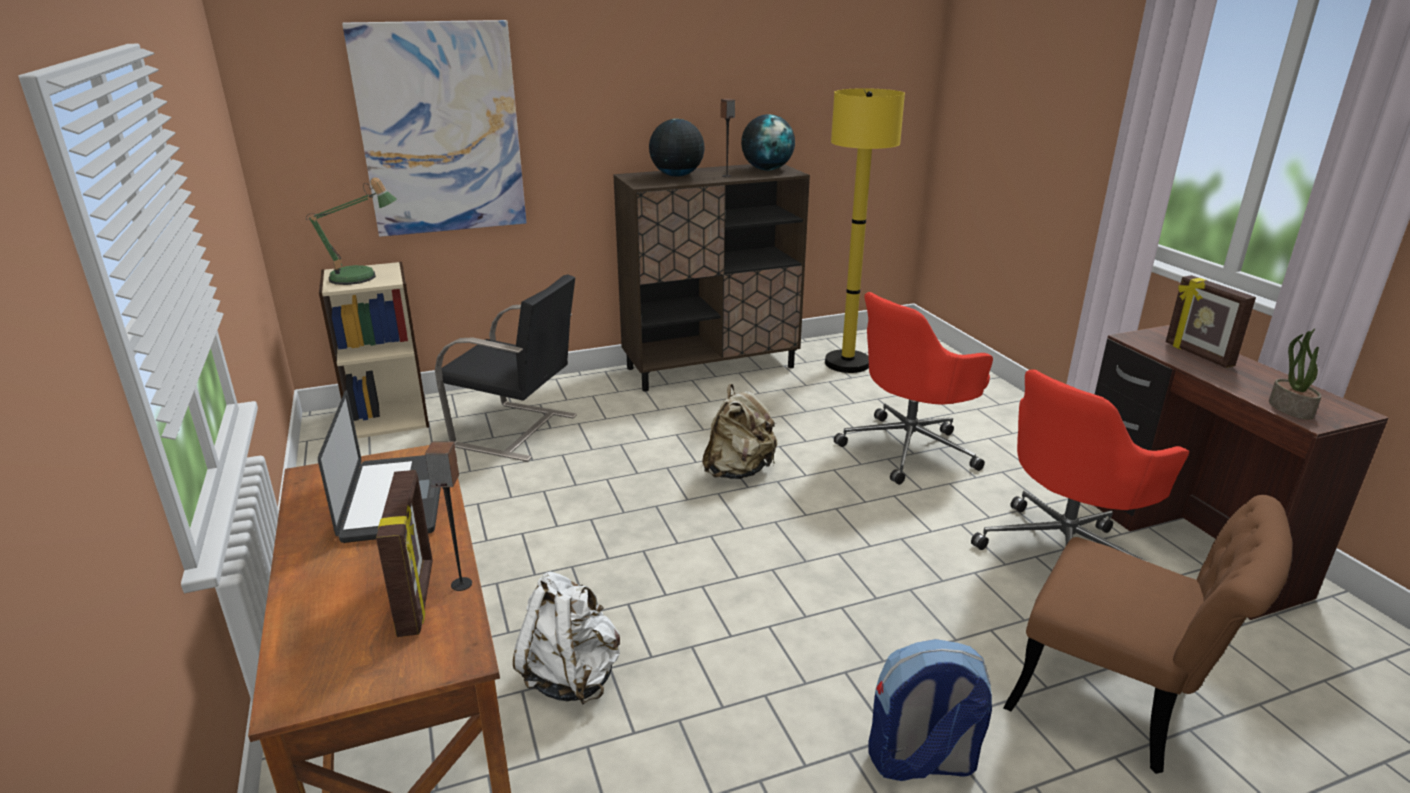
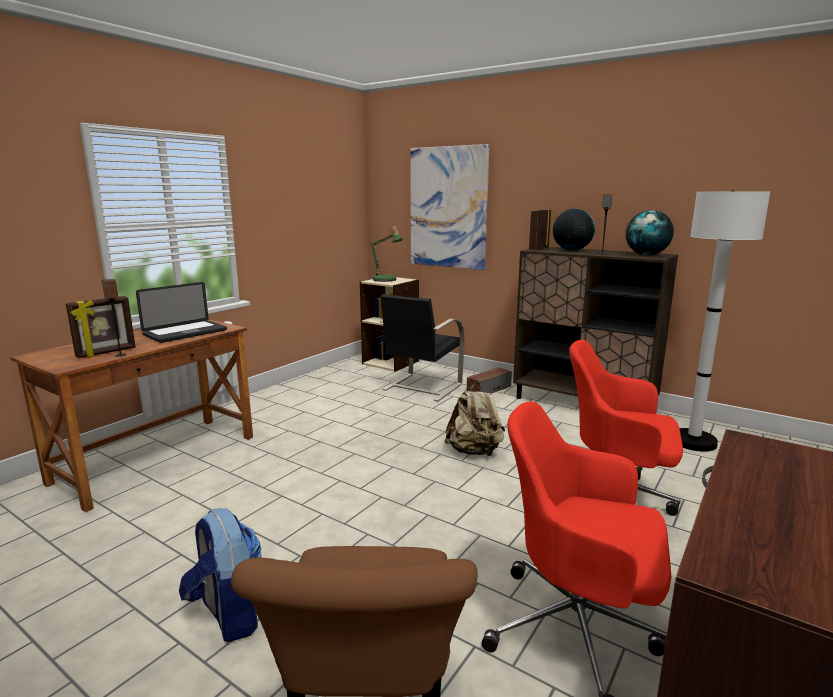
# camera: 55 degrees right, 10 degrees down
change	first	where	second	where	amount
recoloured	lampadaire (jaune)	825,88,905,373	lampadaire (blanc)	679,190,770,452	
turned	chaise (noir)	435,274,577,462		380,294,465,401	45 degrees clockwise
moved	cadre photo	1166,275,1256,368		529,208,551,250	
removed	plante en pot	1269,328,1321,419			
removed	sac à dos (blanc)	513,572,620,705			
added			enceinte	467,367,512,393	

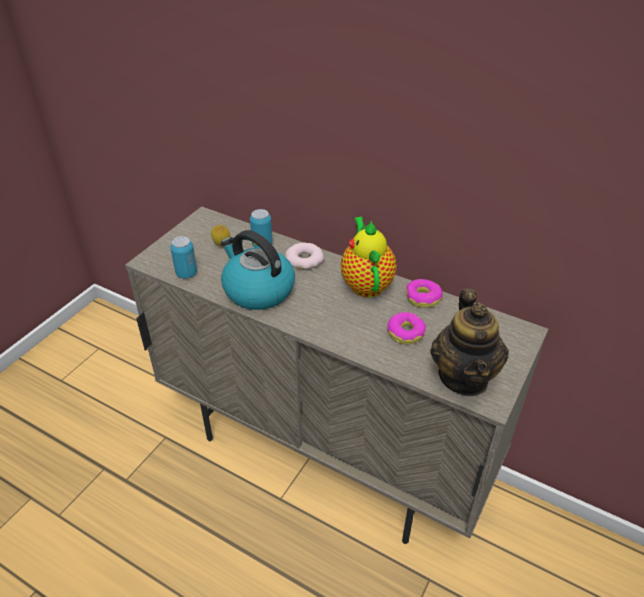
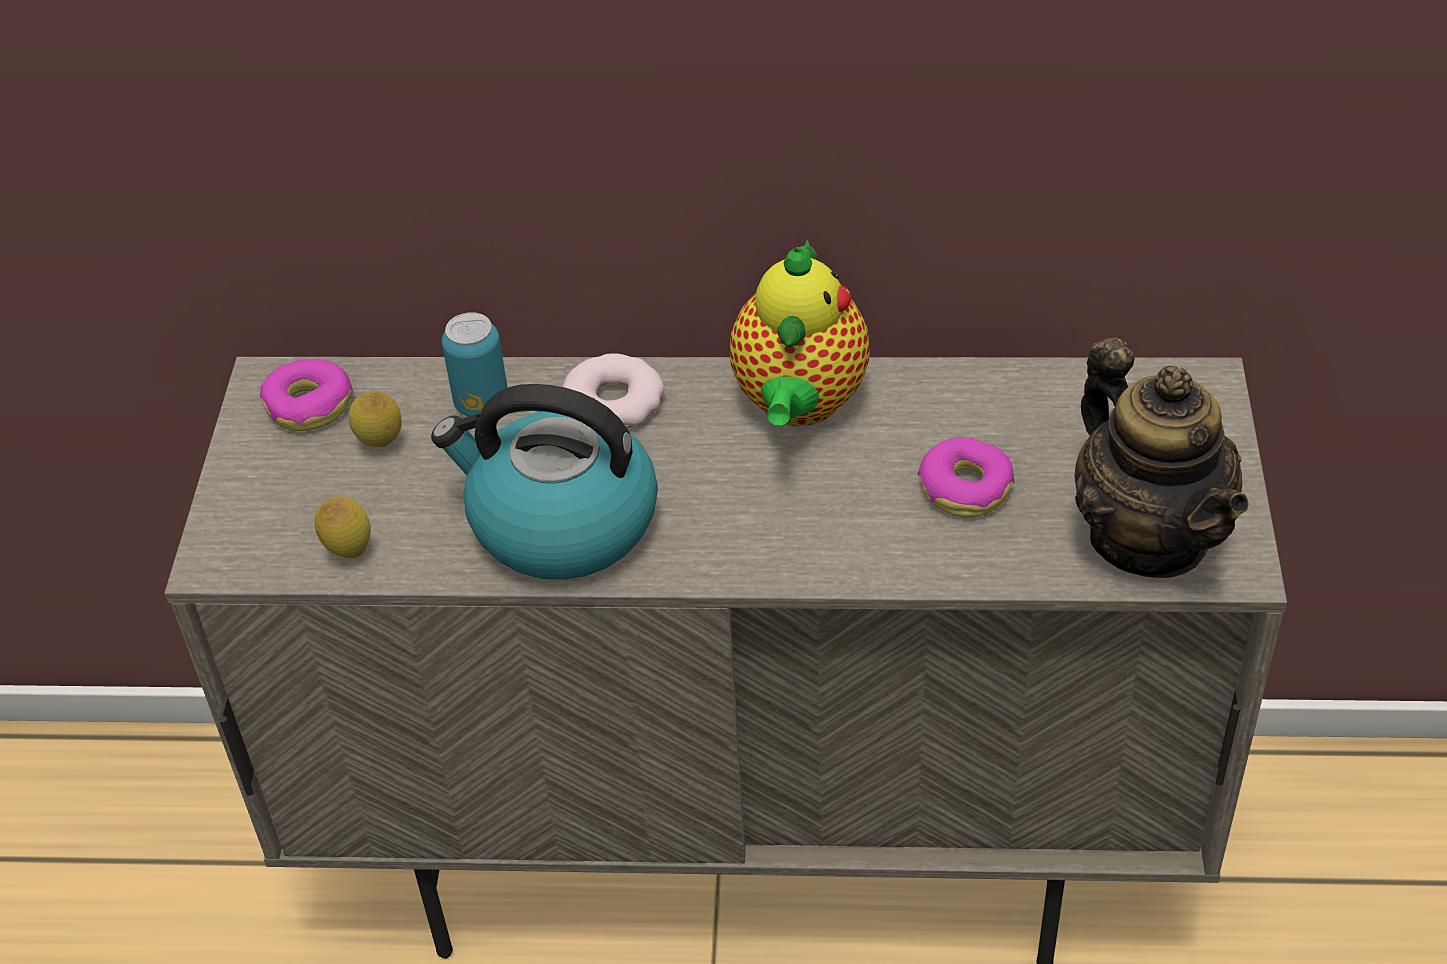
# camera: 25 degrees left, 5 degrees up
change	first	where	second	where	amount
turned	théière	341,217,397,297		730,240,870,426	135 degrees counterclockwise
replaced	boîte métallique	170,236,197,279	citron	315,496,371,558	
moved	beignet	406,279,443,308		260,359,353,431	

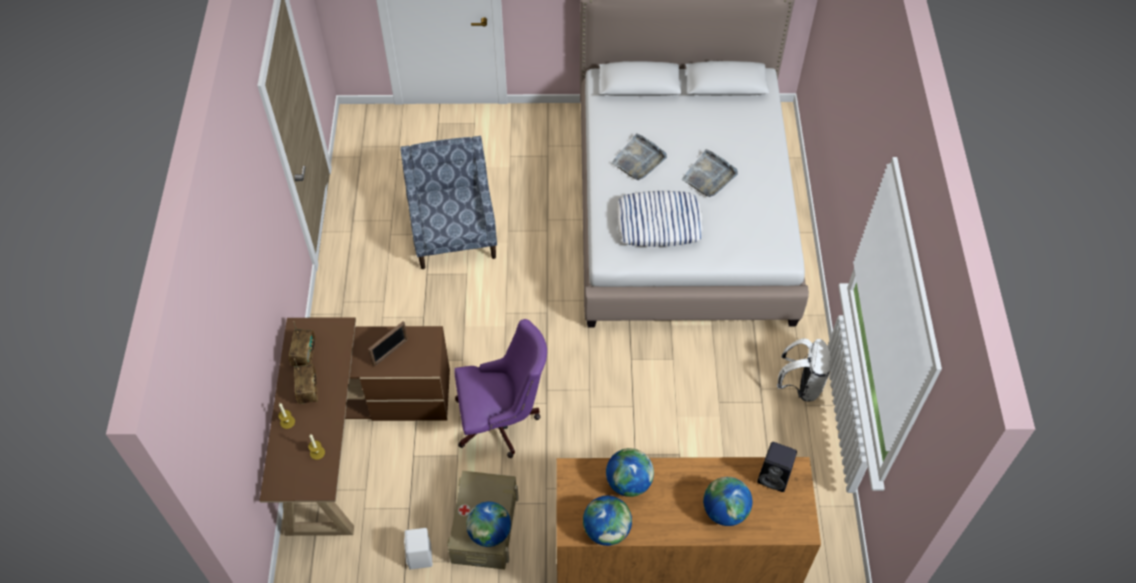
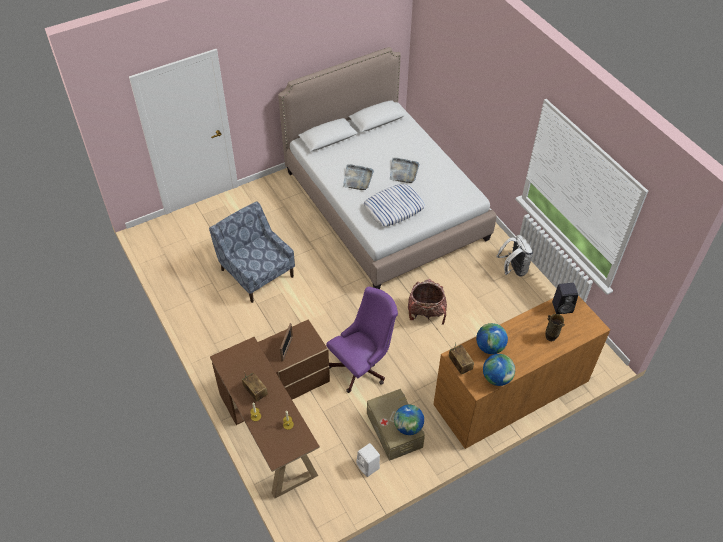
# camera: 30 degrees left, 5 degrees down
change	first	where	second	where	amount
moved	radio	289,321,316,366		449,342,474,375	
replaced	globe	703,477,752,526	vase	545,314,565,341	
added			sac à dos	408,279,447,325	

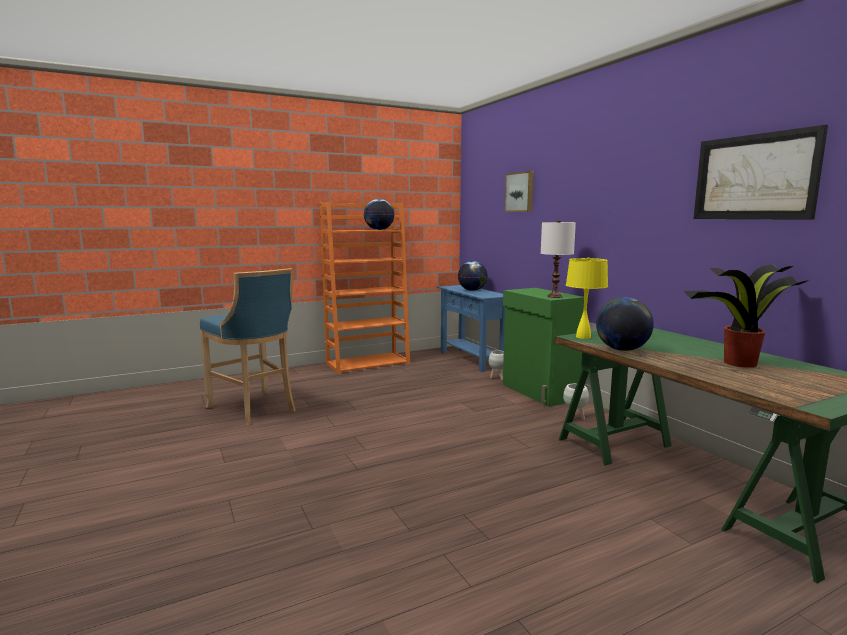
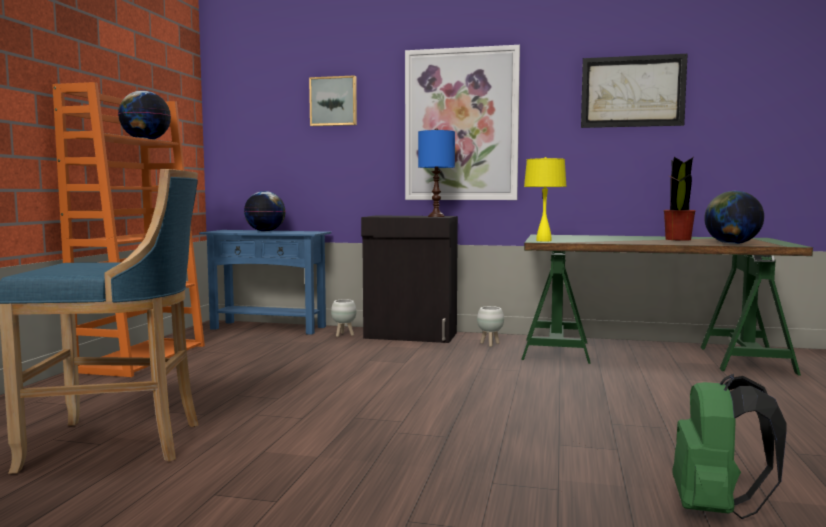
# camera: 50 degrees left, 5 degrees down
change	first	where	second	where	amount
recoloured	lampe de table (blanc)	541,219,576,298	lampe de table (bleu)	418,128,455,217	
recoloured	meuble de rangement (vert)	503,288,584,407	meuble de rangement (noir)	361,216,458,343	
moved	globe	596,297,654,351		704,191,764,244	
added			tableau	405,45,520,200	
added			sac à dos (vert)	672,374,787,519	

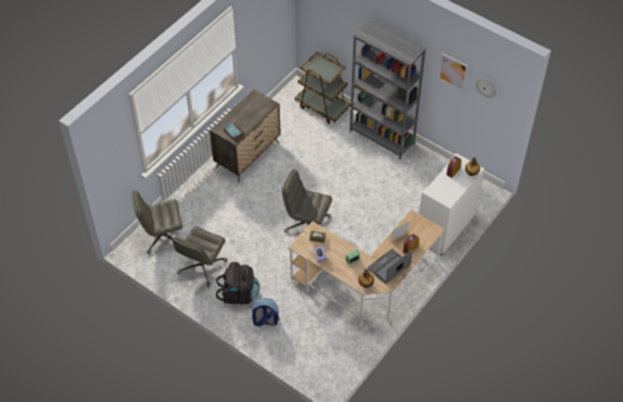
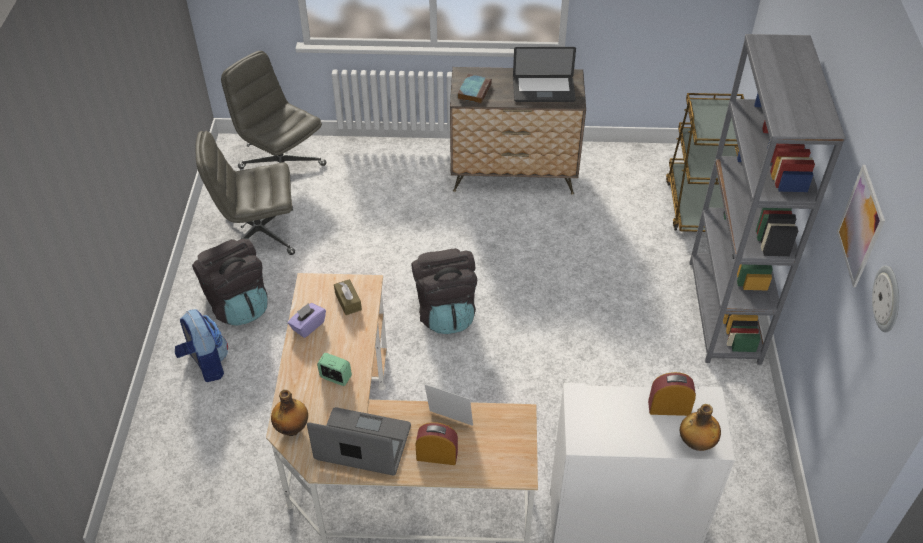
# camera: 55 degrees right, 5 degrees down
change	first	where	second	where	amount
replaced	chaise de bureau (gris)	282,169,332,233	sac à dos (noir)	412,248,477,334	
added			ordinateur portable	513,47,576,102	

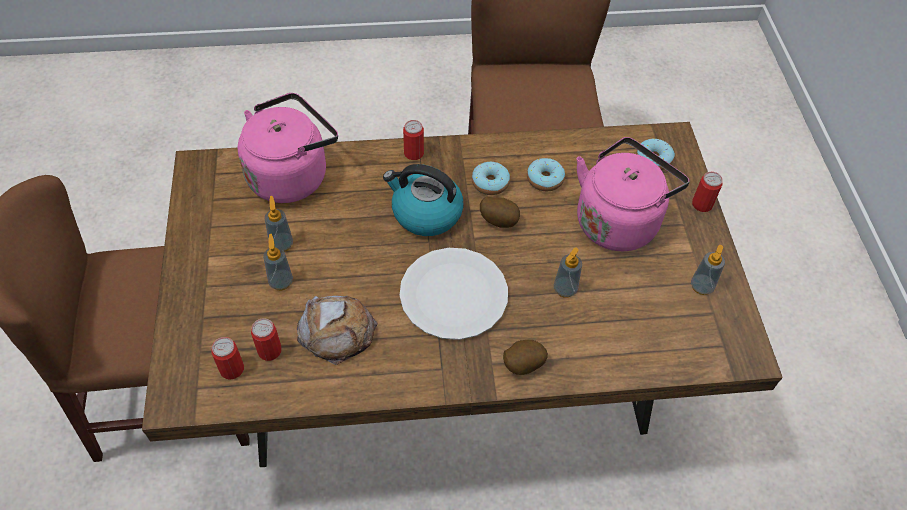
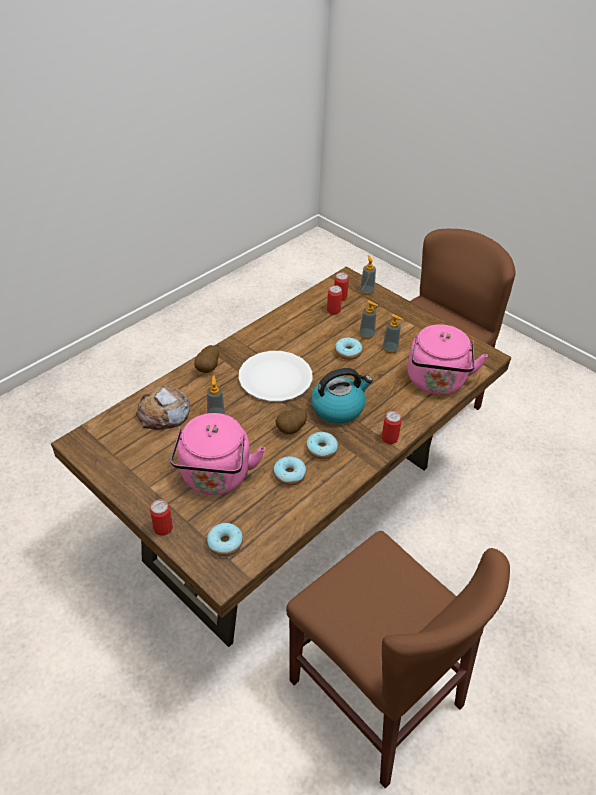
# camera: 140 degrees right, 10 degrees down
change	first	where	second	where	amount
moved	distributeur de savon	691,245,725,295		360,255,376,295	
moved	pain	297,296,378,365		136,385,190,430	
added			beignet	335,337,363,360	

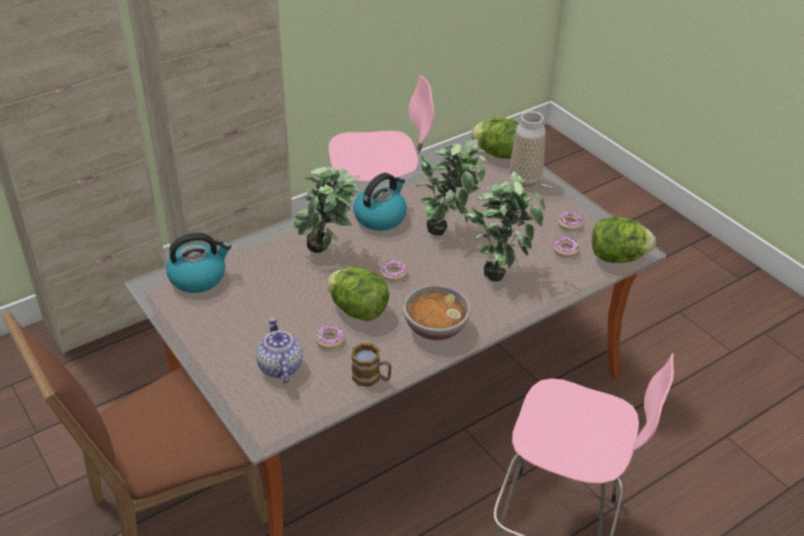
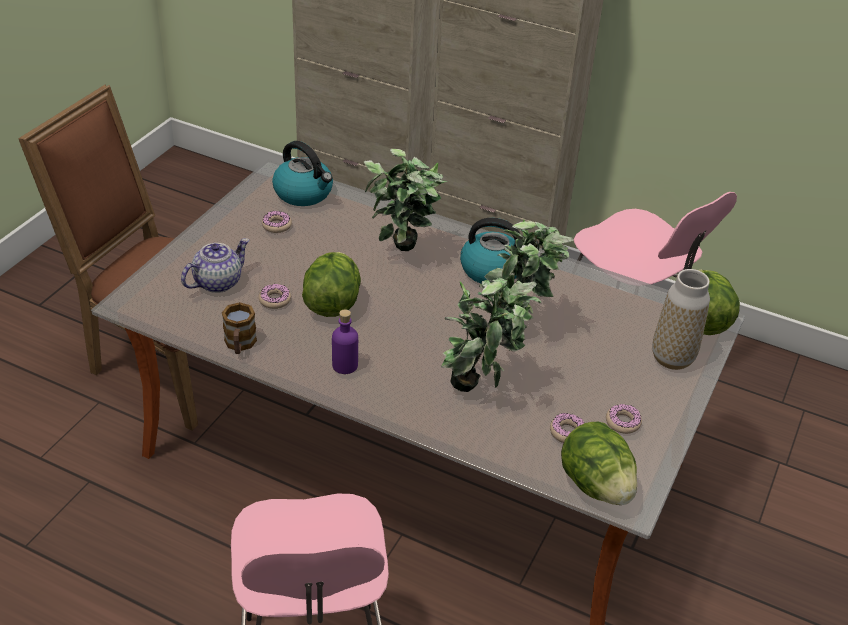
# camera: 60 degrees right, 0 degrees up
change	first	where	second	where	amount
moved	beignet	380,260,407,281		262,211,292,233	
replaced	bol	403,285,470,341	bouteille (violet)	332,309,358,374	

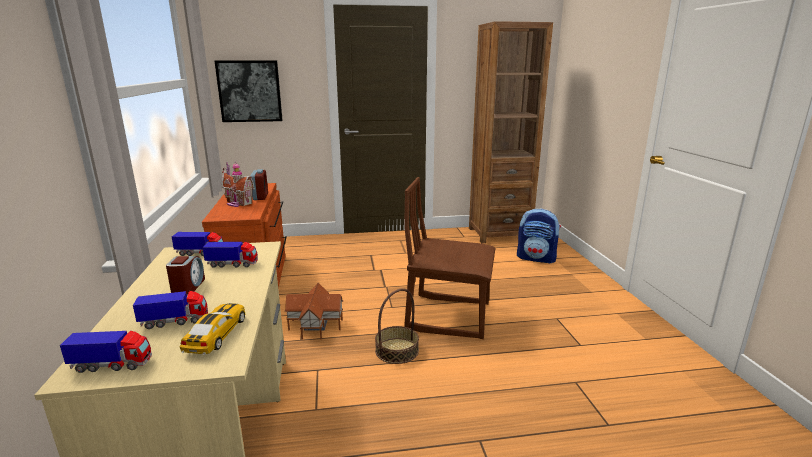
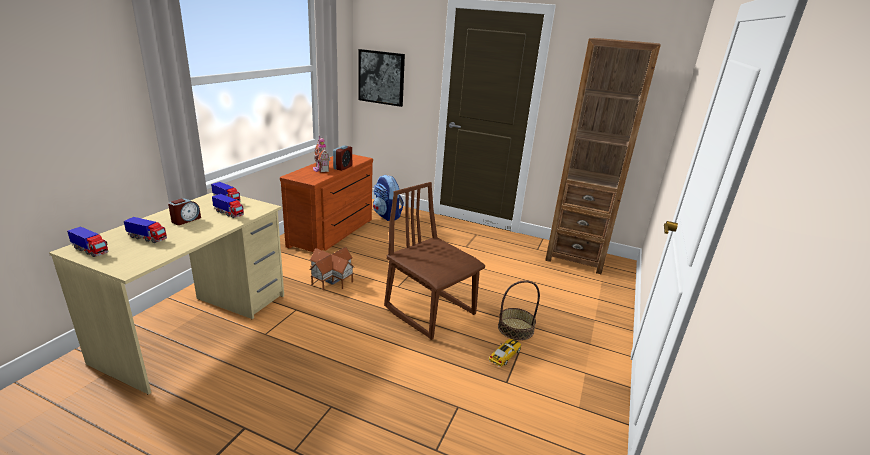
# camera: 30 degrees right, 5 degrees up
change	first	where	second	where	amount
moved	sac à dos	517,209,561,264		373,175,404,221	
moved	panier	375,288,419,364		498,280,540,340	
moved	petite voiture	179,303,246,355		489,339,521,367	

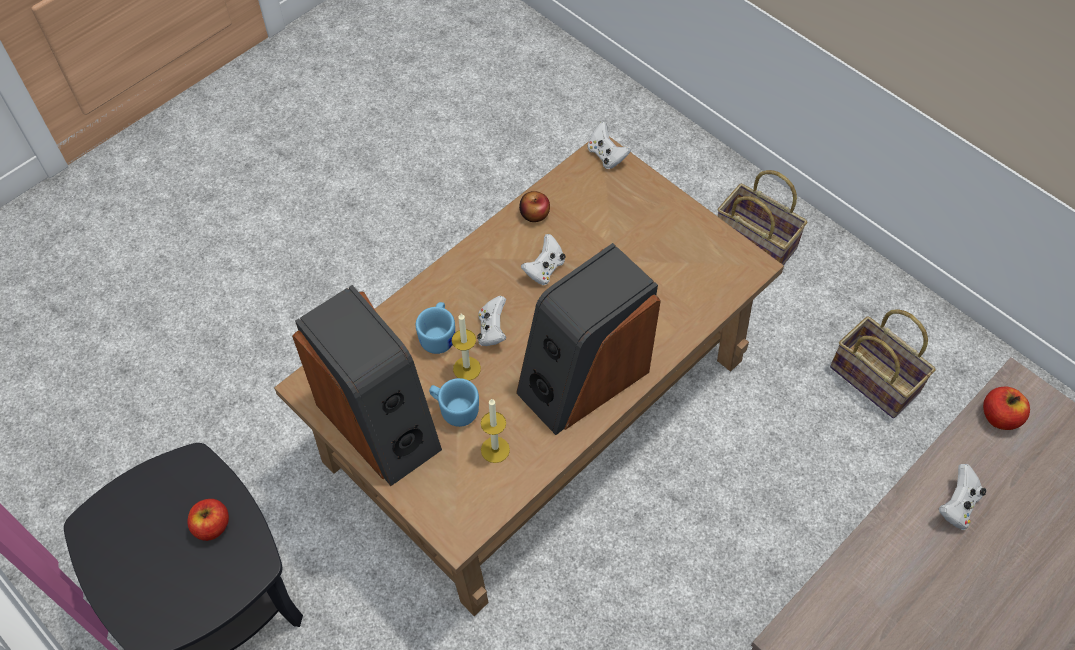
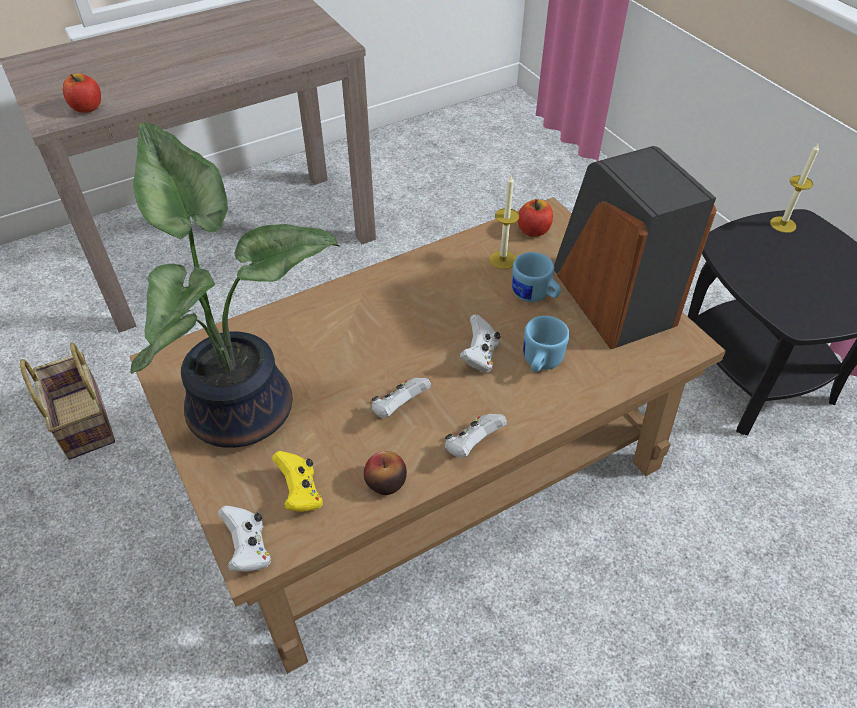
# camera: 165 degrees left, 10 degrees down
change	first	where	second	where	amount
removed	panier	717,170,807,265			
removed	enceinte	516,243,661,435			
moved	bougie	452,313,481,381		770,144,819,233	
moved	manette (blanc)	939,464,986,530		445,414,507,458	
moved	pomme	188,499,229,541		518,199,553,237	
added			plante en pot	130,123,340,448	
added			manette (jaune)	272,451,323,512	

